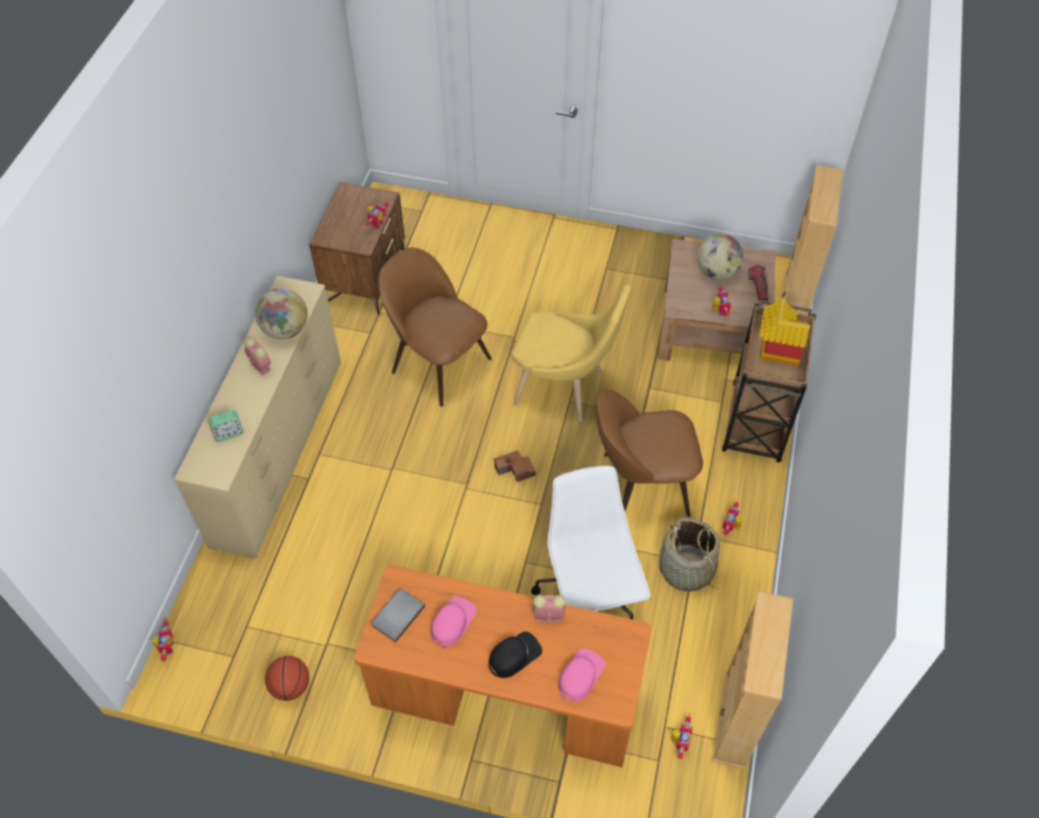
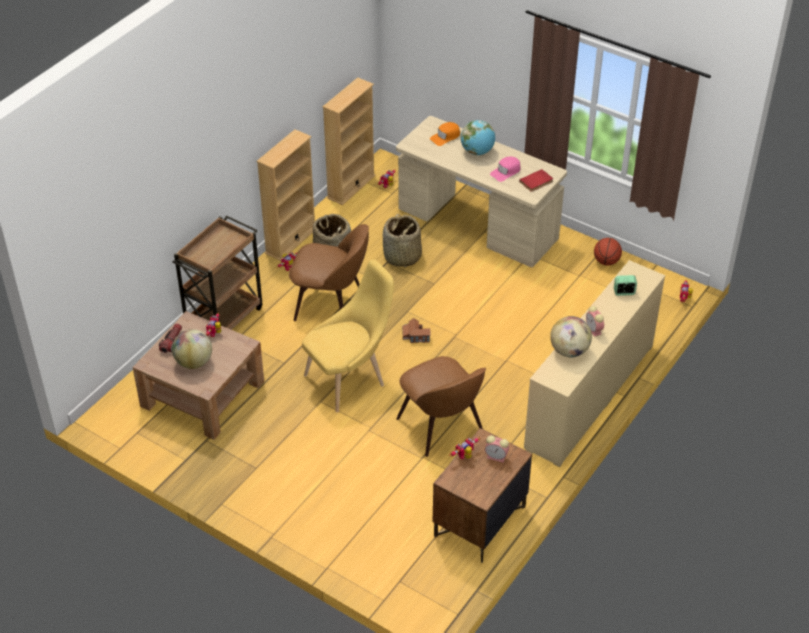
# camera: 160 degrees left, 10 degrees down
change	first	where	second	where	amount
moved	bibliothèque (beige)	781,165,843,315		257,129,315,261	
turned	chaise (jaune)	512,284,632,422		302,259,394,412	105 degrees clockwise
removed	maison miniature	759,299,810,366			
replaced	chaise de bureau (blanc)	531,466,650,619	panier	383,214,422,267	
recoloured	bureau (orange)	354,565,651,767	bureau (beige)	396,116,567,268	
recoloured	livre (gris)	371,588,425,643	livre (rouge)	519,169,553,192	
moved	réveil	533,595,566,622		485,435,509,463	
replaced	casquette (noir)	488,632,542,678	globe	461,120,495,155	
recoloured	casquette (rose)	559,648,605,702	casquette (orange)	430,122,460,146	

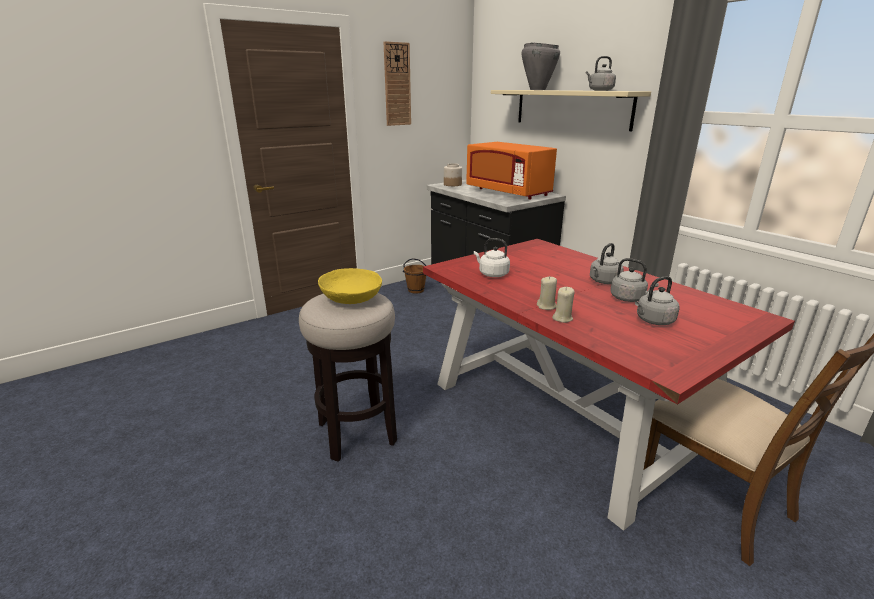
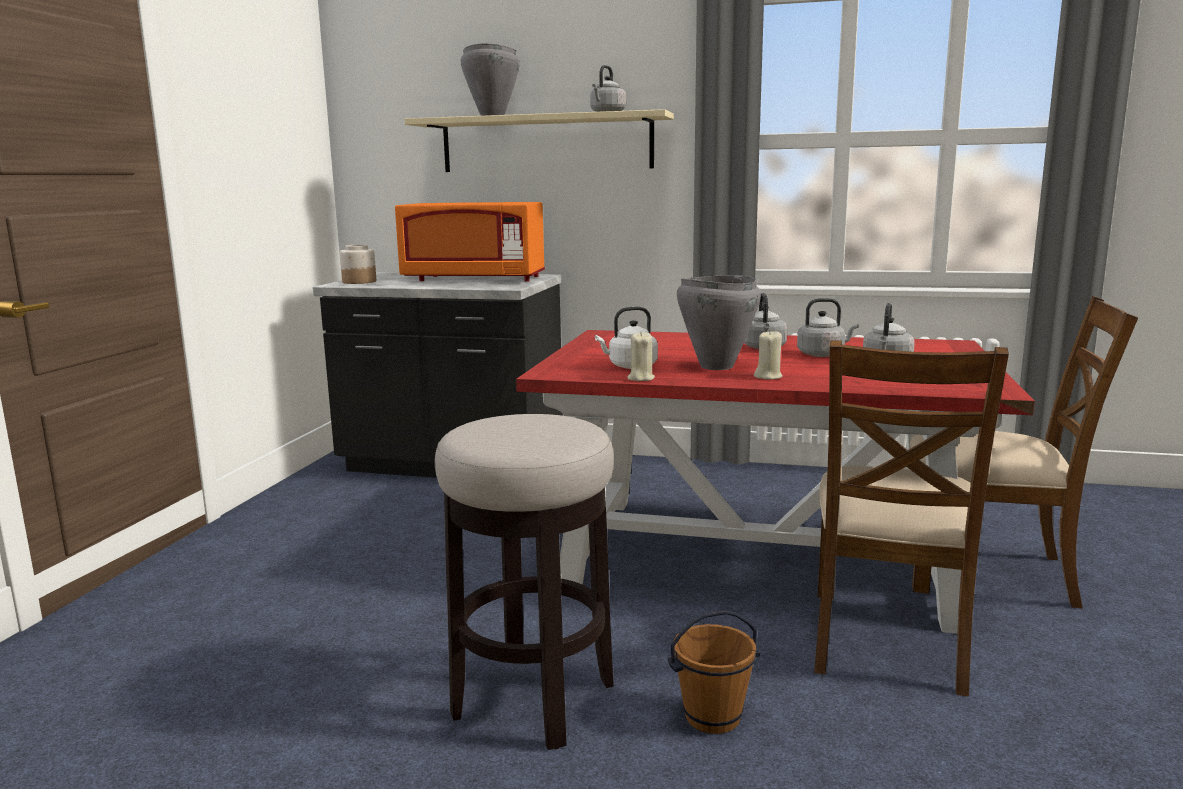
# camera: 40 degrees left, 10 degrees down
change	first	where	second	where	amount
removed	horloge murale	383,41,411,126			
moved	seau (marron)	403,258,427,294		668,610,760,734	
removed	bol (jaune)	318,268,382,304			
moved	bougie (beige)	552,287,575,323		627,331,655,381	
added			marmite (gris)	677,275,761,370	
added			chaise (marron)	814,340,1009,697	

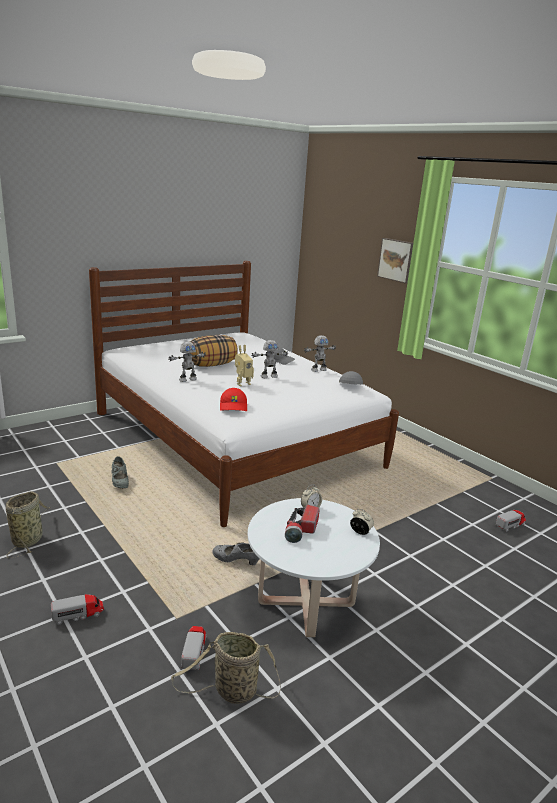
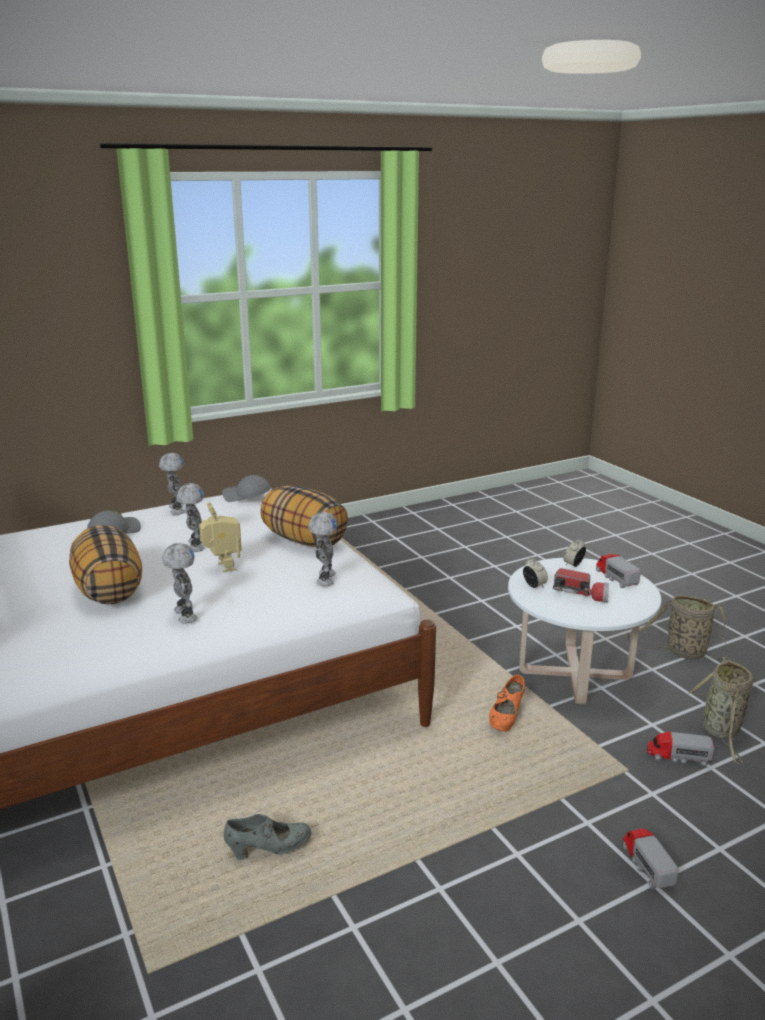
# camera: 80 degrees left, 0 degrees up
change	first	where	second	where	amount
removed	tableau	377,238,413,283			
replaced	casquette (rouge)	220,388,247,411	robot jouet	308,512,337,586	
moved	panier	6,491,51,558		627,595,730,659	
moved	camion jouet	496,510,526,532		596,554,641,588	
recoloured	chaussure (gris)	212,543,259,565	chaussure (orange)	489,675,525,732	
added			coussin	261,485,348,547	

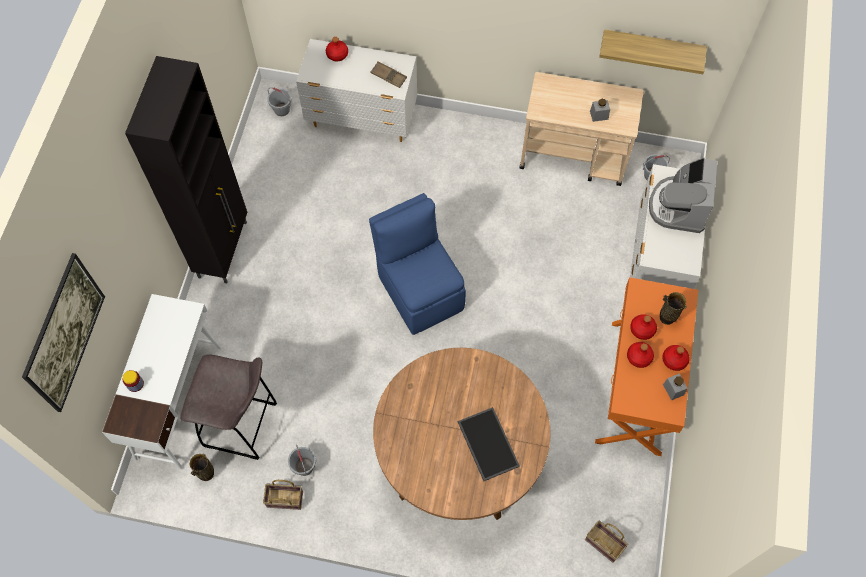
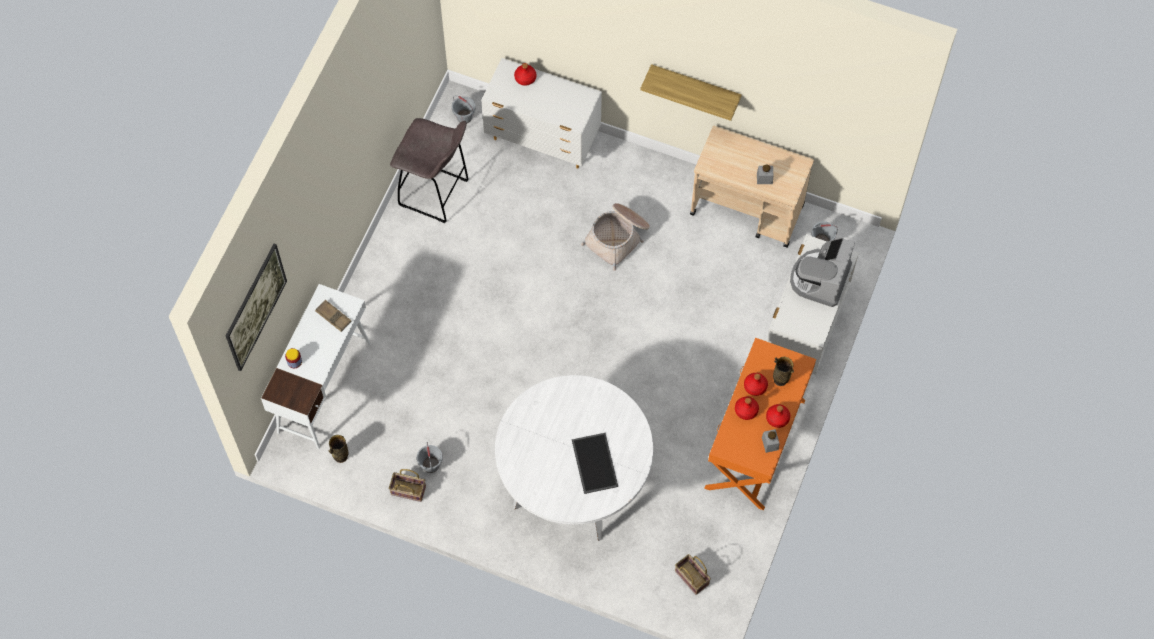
# camera: 10 degrees right, 0 degrees up
change	first	where	second	where	amount
moved	étagère	599,29,707,74		640,64,741,121	
removed	meuble de rangement (noir)	125,56,247,283			
moved	plateau (marron)	371,61,407,88		315,300,351,332	
removed	chaise (bleu)	369,193,466,335			
recoloured	table à manger (marron)	373,348,550,520	table à manger (blanc)	495,375,653,541	
moved	tabouret (gris)	180,354,277,460		390,118,469,223	
added			panier	581,203,650,271	

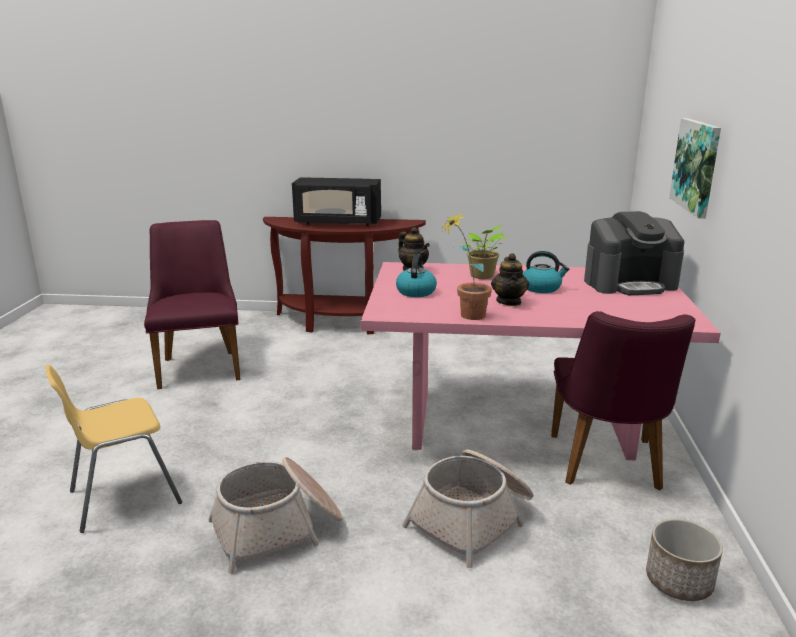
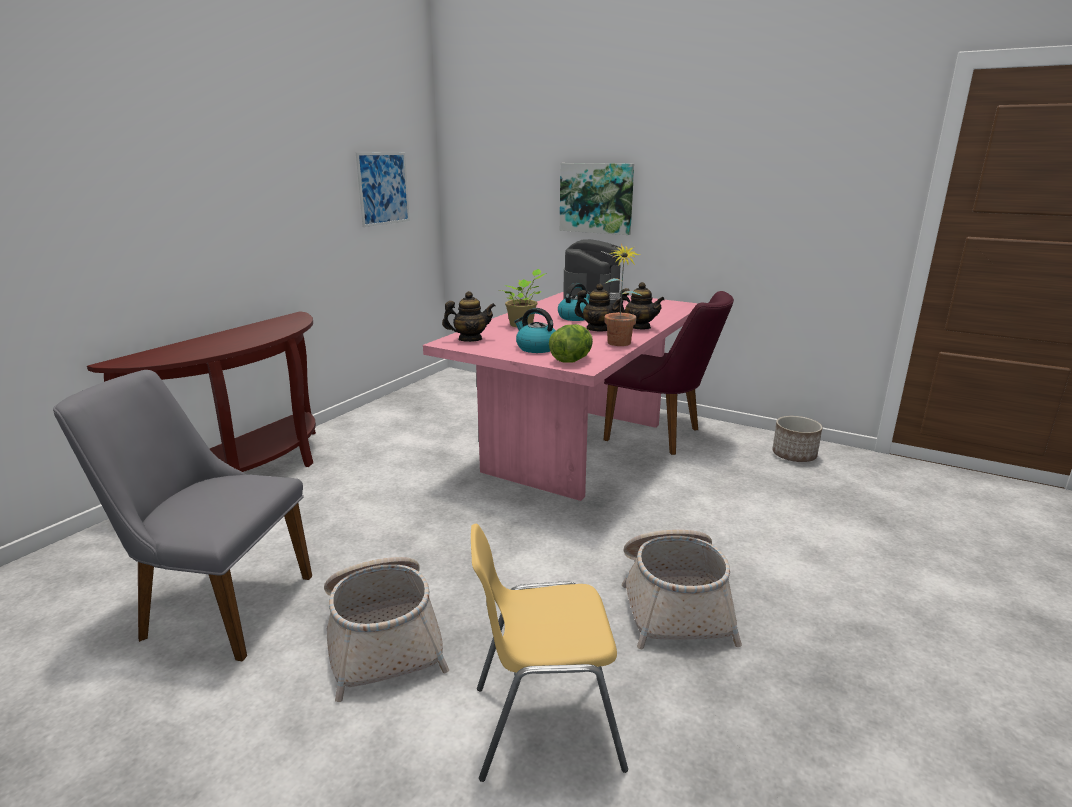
# camera: 65 degrees left, 0 degrees up
change	first	where	second	where	amount
removed	micro-ondes (noir)	292,177,381,226			
recoloured	chaise (violet)	144,220,241,389	chaise (gris)	53,370,312,662	
turned	chaise (jaune)	45,364,182,533		471,524,628,782	90 degrees clockwise
moved	panier	402,450,533,568		324,557,449,702	
added			tableau	356,152,410,227	
added			théière	619,282,665,329	
added			laitue	549,324,593,363	

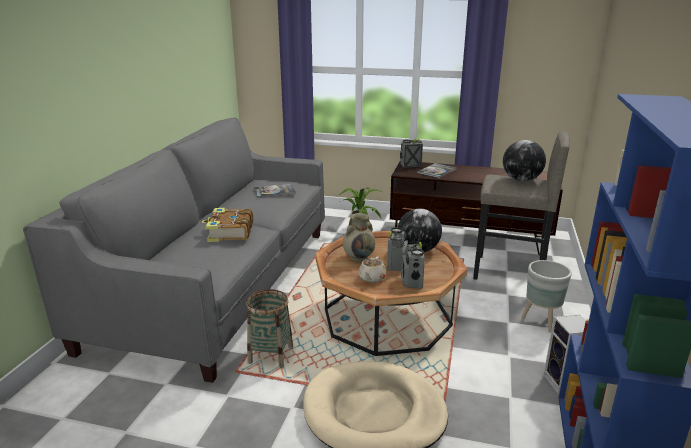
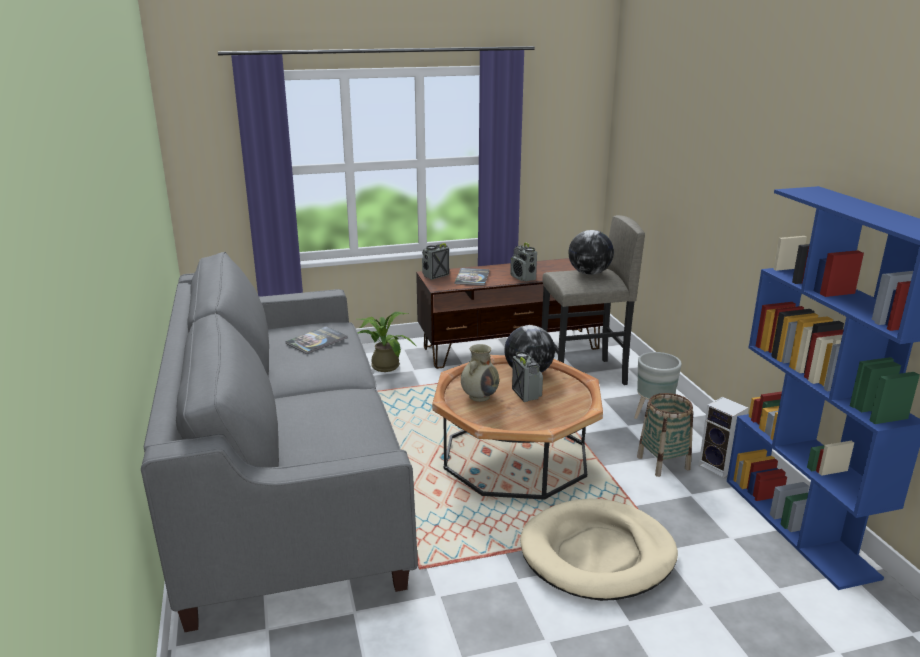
# camera: 30 degrees left, 0 degrees up
change	first	where	second	where	amount
removed	livre	202,208,253,242			
moved	radio	401,242,425,289		510,242,537,282	
removed	théière (beige)	358,257,386,283			
moved	panier	246,289,293,368		637,393,693,477	

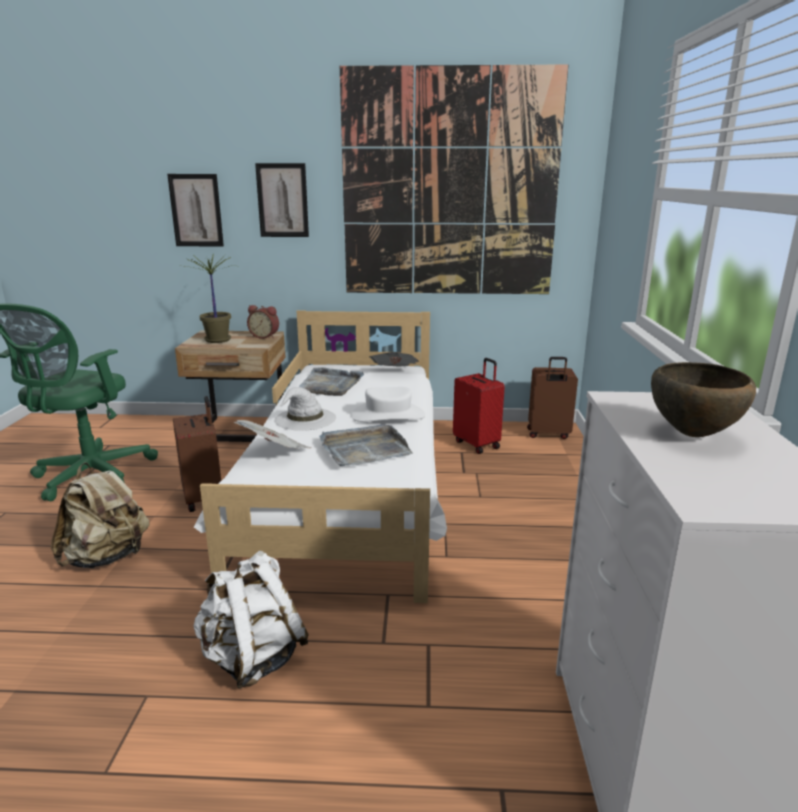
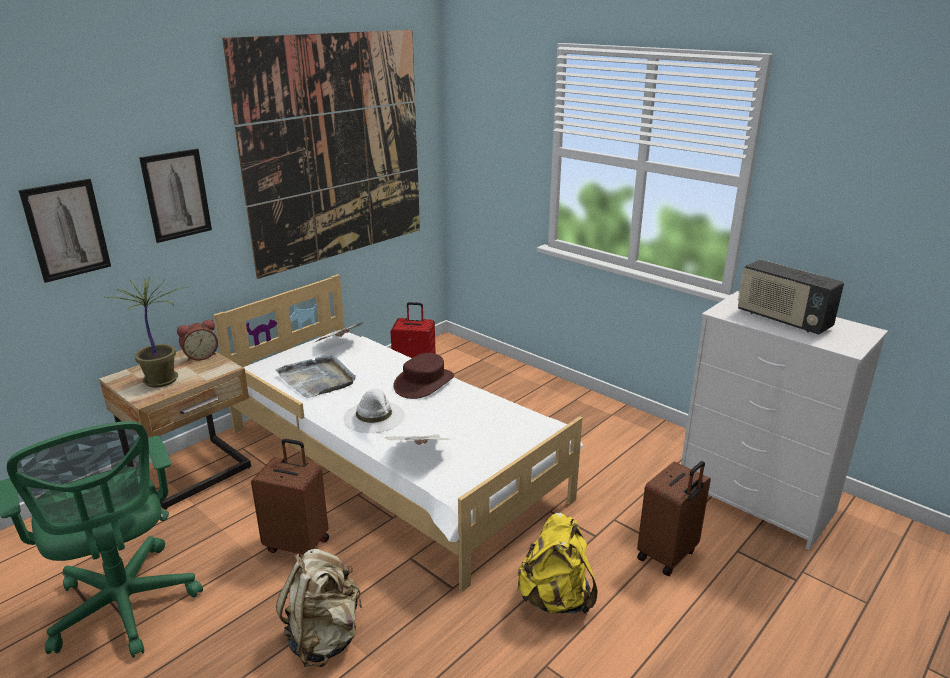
# camera: 50 degrees left, 5 degrees up
change	first	where	second	where	amount
moved	valise (marron)	527,357,578,439		637,461,711,576	
replaced	bol (marron)	651,362,756,437	radio	738,259,844,334	
recoloured	chapeau (blanc)	351,387,425,422	chapeau (marron)	393,353,454,399	
removed	plateau (gris)	319,424,413,466			
recoloured	sac à dos (blanc)	193,551,309,689	sac à dos (jaune)	517,513,598,614	

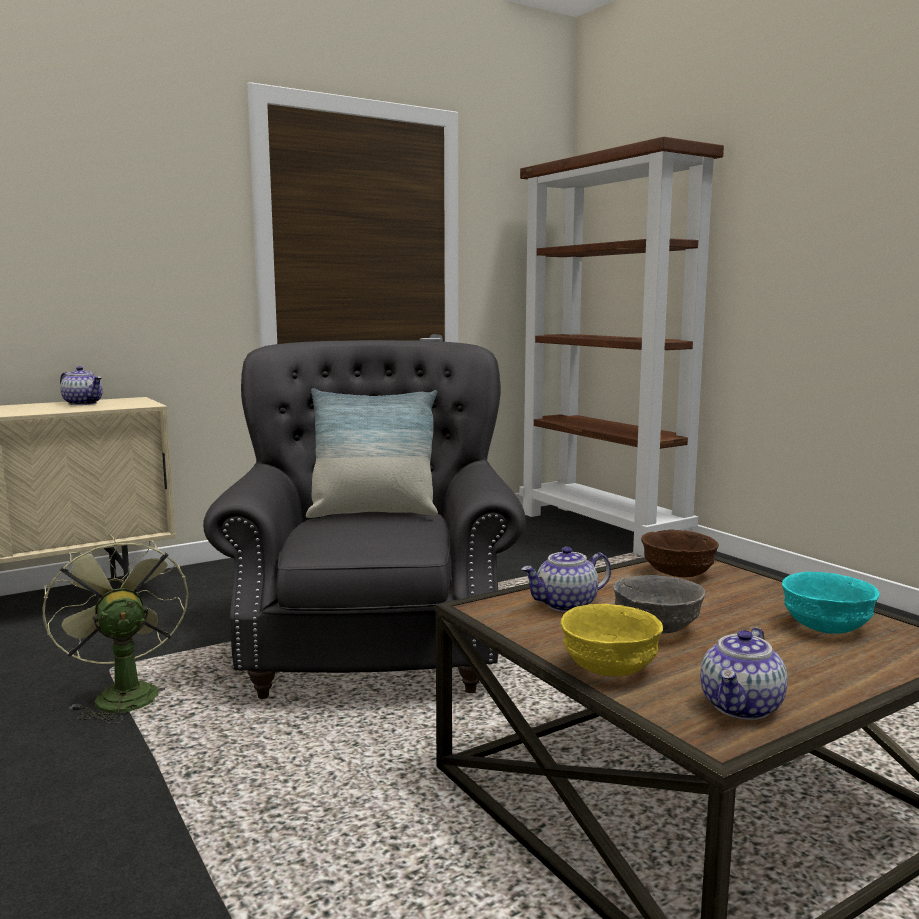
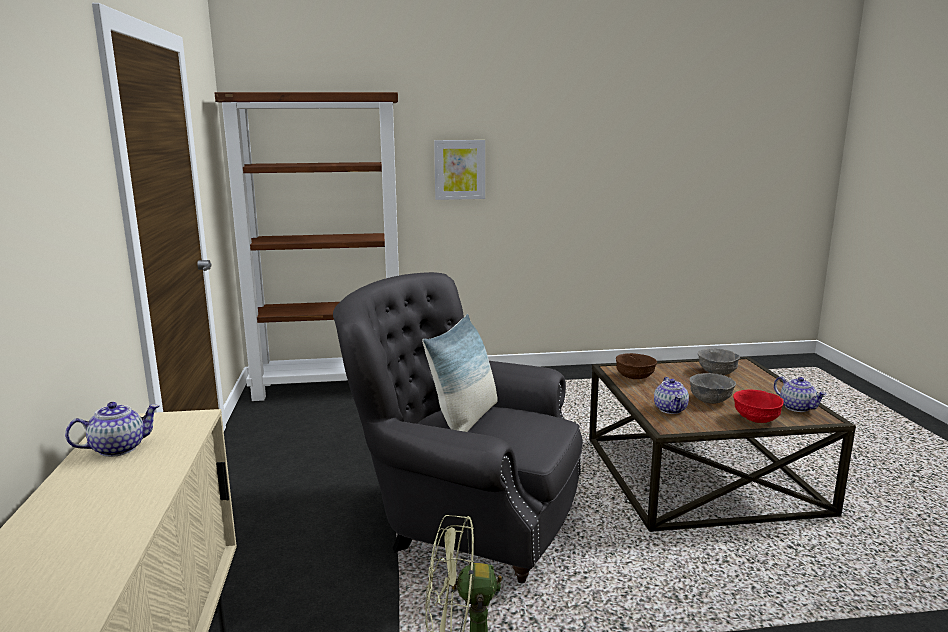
# camera: 65 degrees left, 5 degrees up
change	first	where	second	where	amount
recoloured	bol (turquoise)	782,572,879,634	bol (gris)	698,348,740,375	
recoloured	bol (jaune)	561,604,663,677	bol (rouge)	733,389,784,423	
added			tableau	434,140,485,200	

